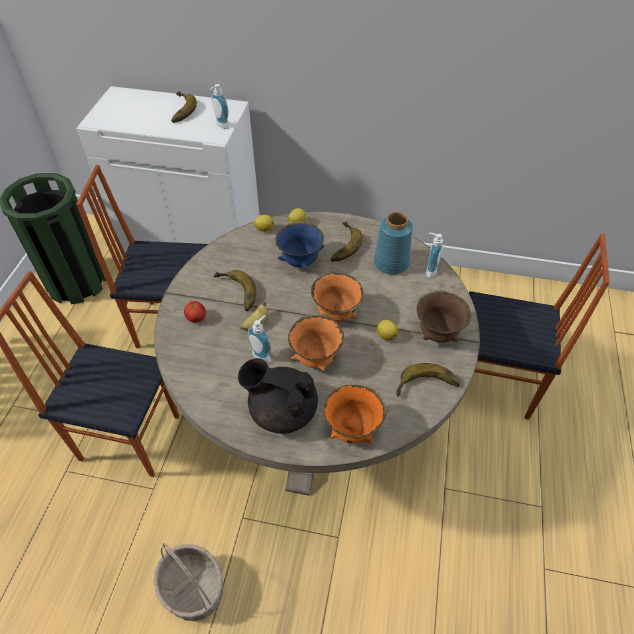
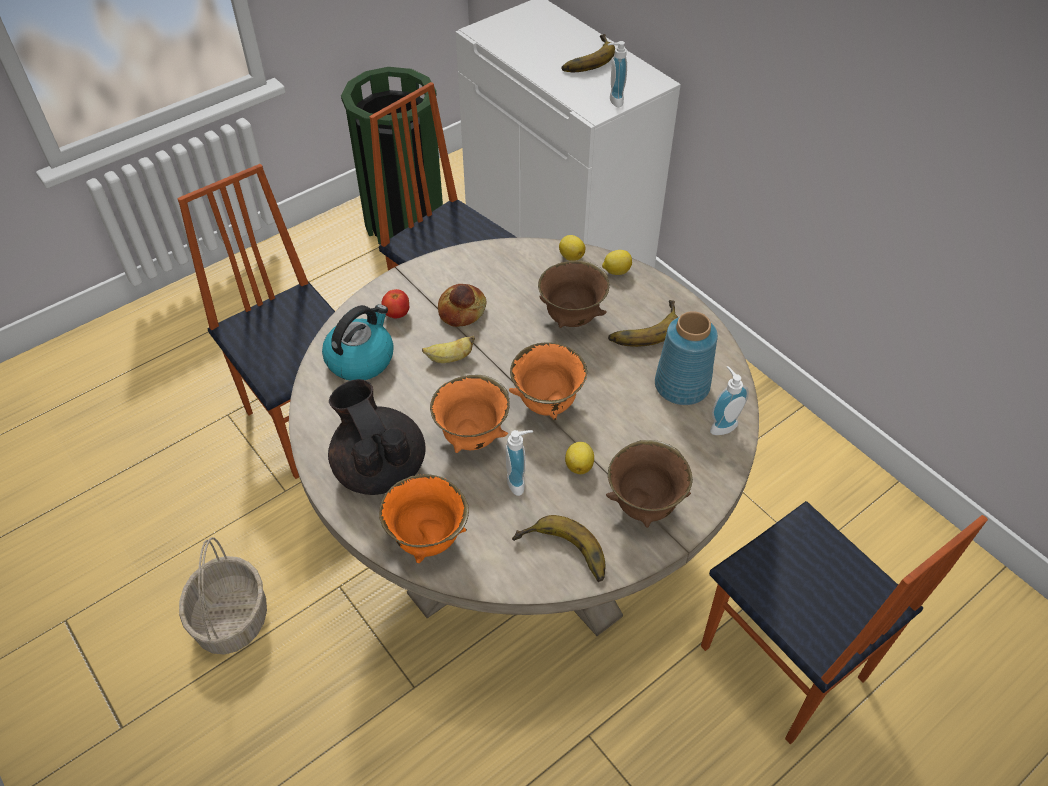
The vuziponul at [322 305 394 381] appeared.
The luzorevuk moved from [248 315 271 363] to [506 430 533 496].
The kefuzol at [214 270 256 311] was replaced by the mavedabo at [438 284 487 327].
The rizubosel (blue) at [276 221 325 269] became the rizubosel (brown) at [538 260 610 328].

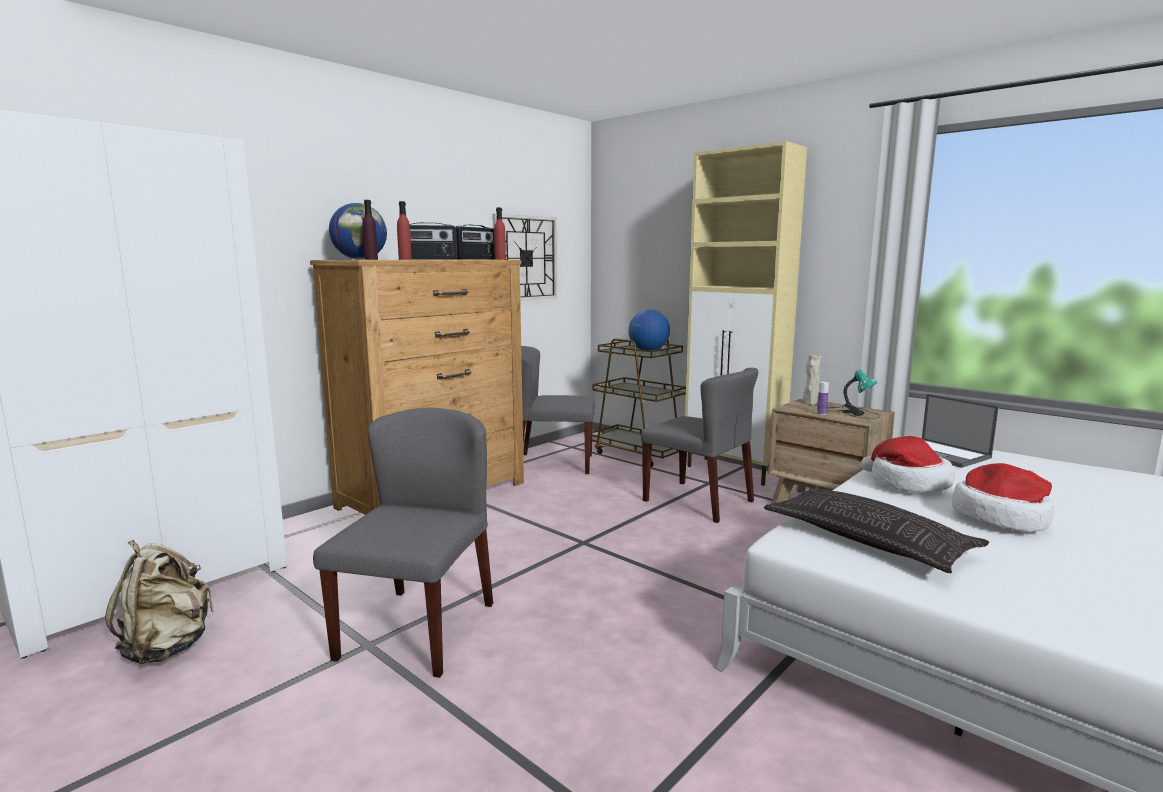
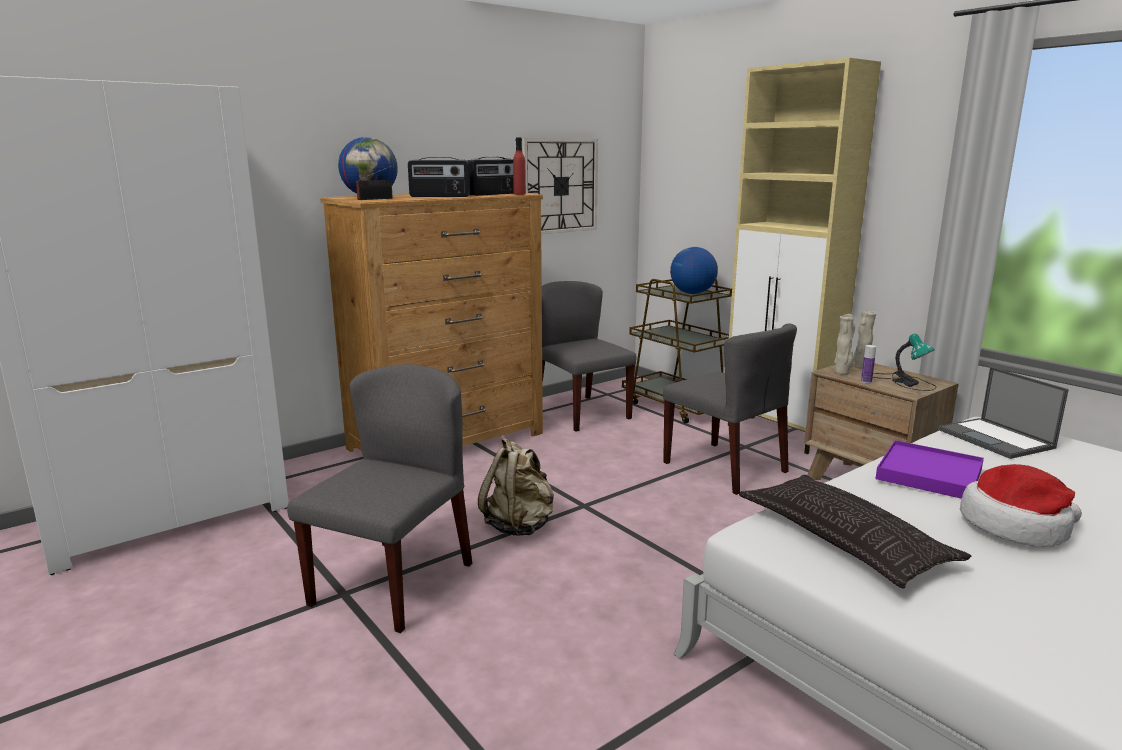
The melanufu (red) at [397 201 412 260] disappeared.
The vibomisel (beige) at [834 314 855 375] appeared.
The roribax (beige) moved from [105 540 214 664] to [478 437 554 536].
The melanufu (purple) at [362 200 378 260] was replaced by the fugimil at [356 166 393 200].
The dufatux at [861 436 954 492] was replaced by the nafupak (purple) at [875 440 984 499].
The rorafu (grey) at [521 346 595 474] turned 45 degrees clockwise.

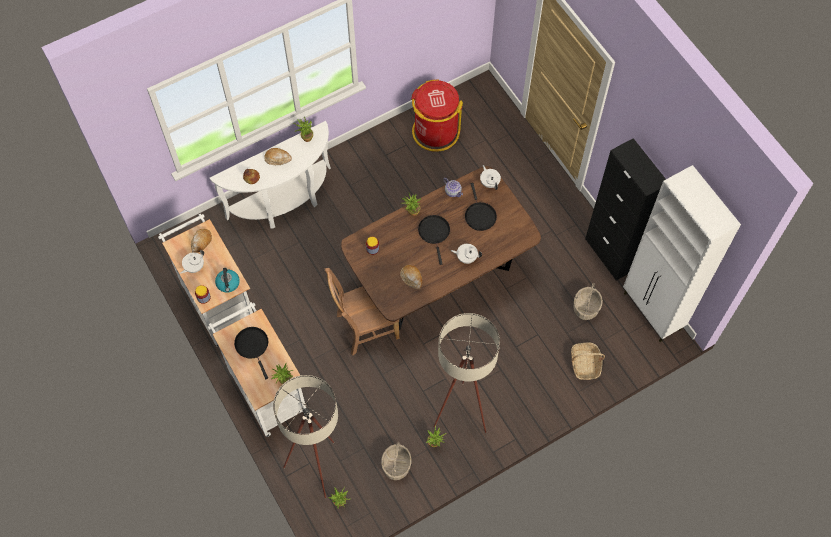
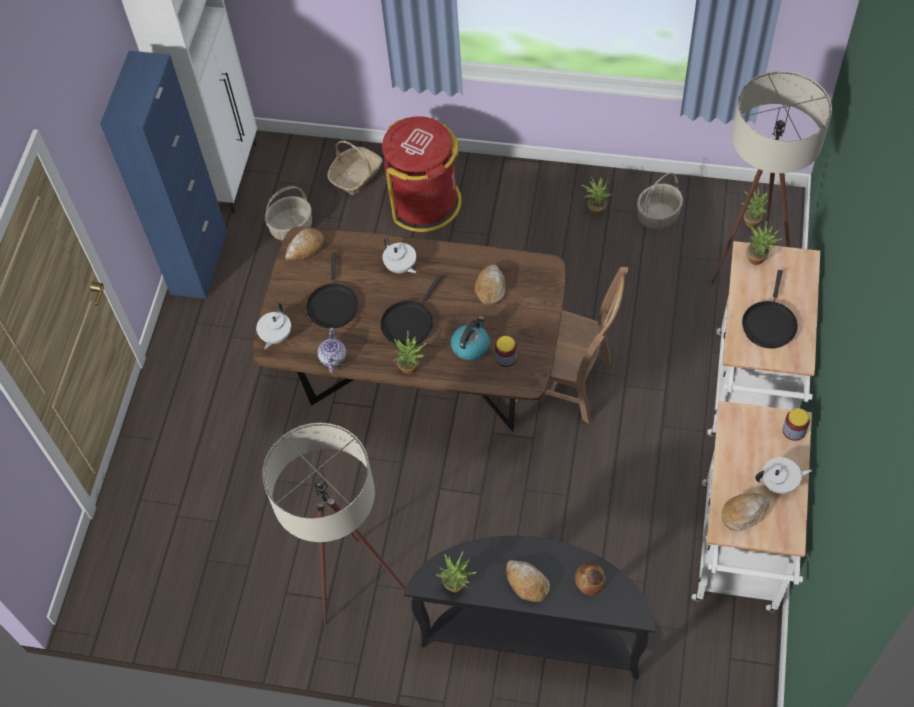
The mavedabo at [285 228 324 261] appeared.
The vuziponul moved from [215 268 240 293] to [451 316 490 361].
The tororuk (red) moved from [411 79 463 152] to [382 116 462 232].
The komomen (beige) moved from [434 313 500 433] to [263 423 413 625].
The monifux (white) at [210 121 331 228] became the monifux (black) at [404 536 655 680].
The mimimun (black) at [585 138 666 281] became the mimimun (blue) at [100 51 227 299].
The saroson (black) at [465 183 497 231] turned 150 degrees clockwise.

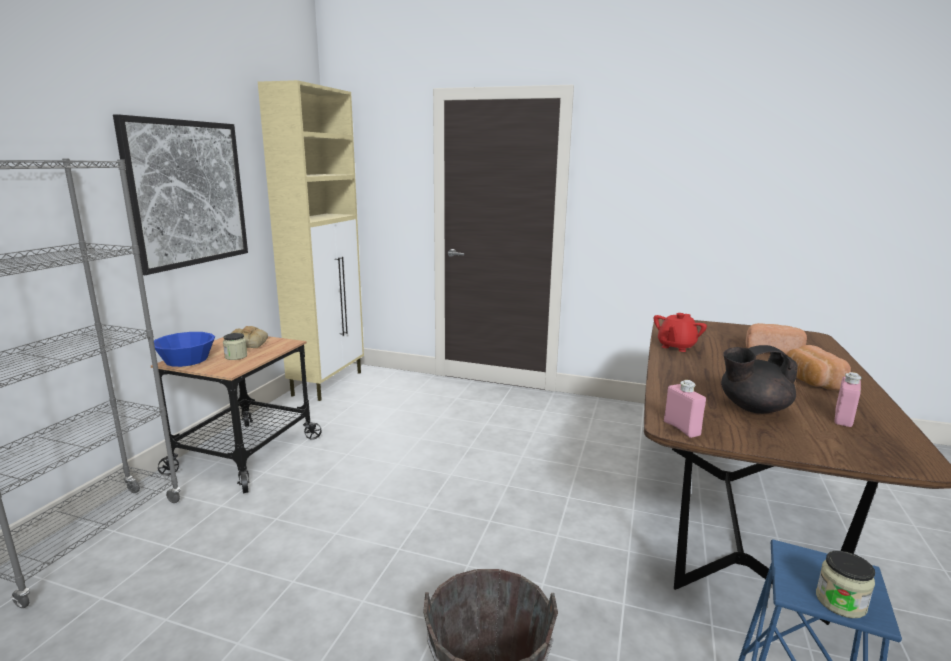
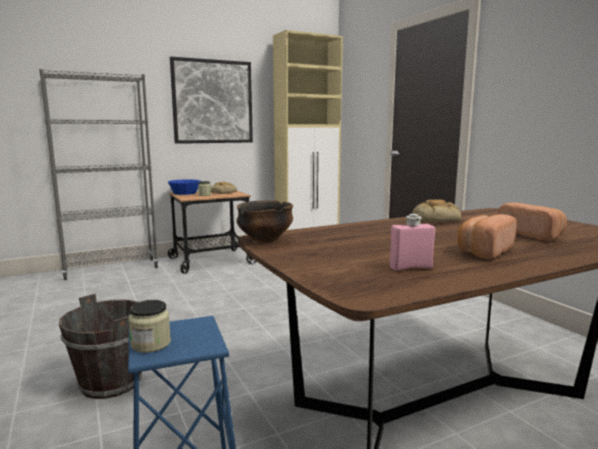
The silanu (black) at [721 345 798 414] disappeared.
The silanu (red) at [654 313 707 352] was replaced by the mavedabo at [413 200 461 222].
The melanufu (pink) at [664 380 706 438] was replaced by the rizubosel at [236 200 293 242].

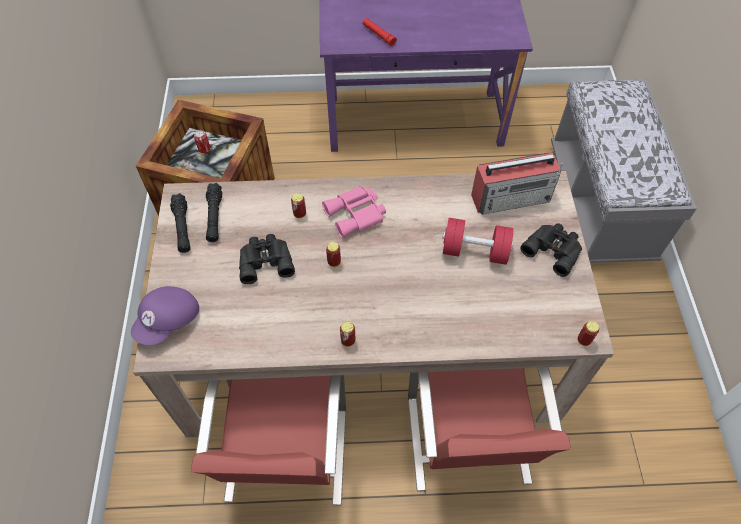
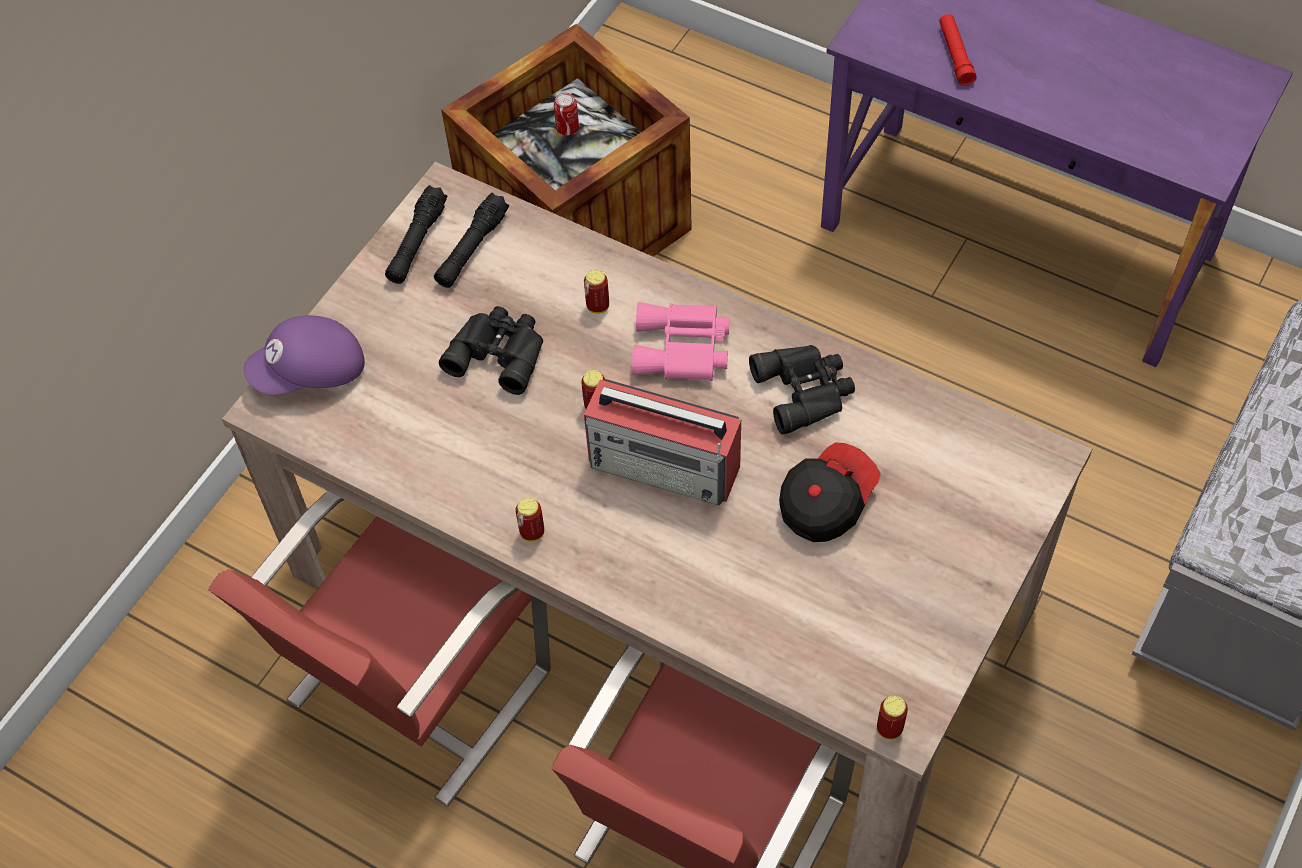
The fugimil moved from [471 153 562 215] to [584 379 741 505].
The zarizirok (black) moved from [520 223 582 277] to [749 345 855 435].
The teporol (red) at [442 218 513 265] was replaced by the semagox at [779 442 881 542].

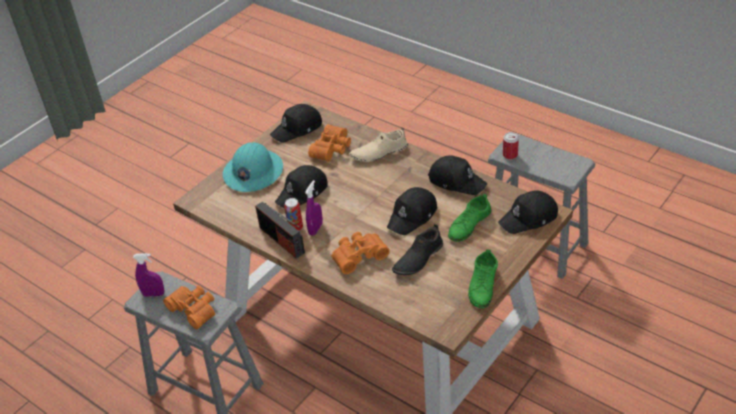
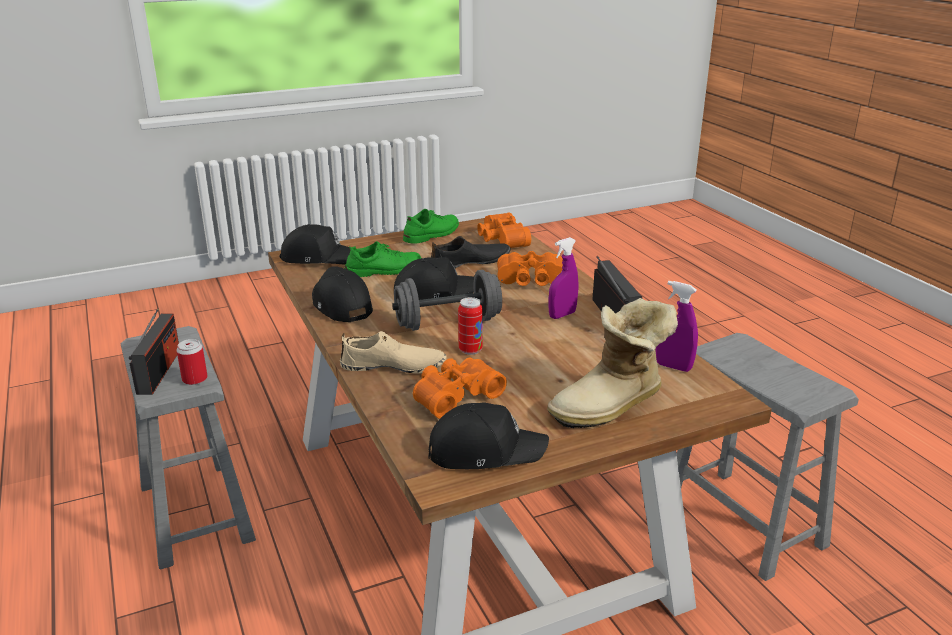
The semagox (black) at [275 165 328 208] disappeared.
The fugimil at [129 309 179 395] appeared.
The teporol (grey) at [392 270 502 331] appeared.
The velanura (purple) moved from [133 253 164 297] to [656 281 698 372].
The zarizirok (orange) moved from [163 285 215 329] to [477 212 531 248].
The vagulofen moved from [284 198 303 231] to [458 297 483 355].
The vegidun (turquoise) at [223 142 283 192] was replaced by the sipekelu at [547 298 678 428].

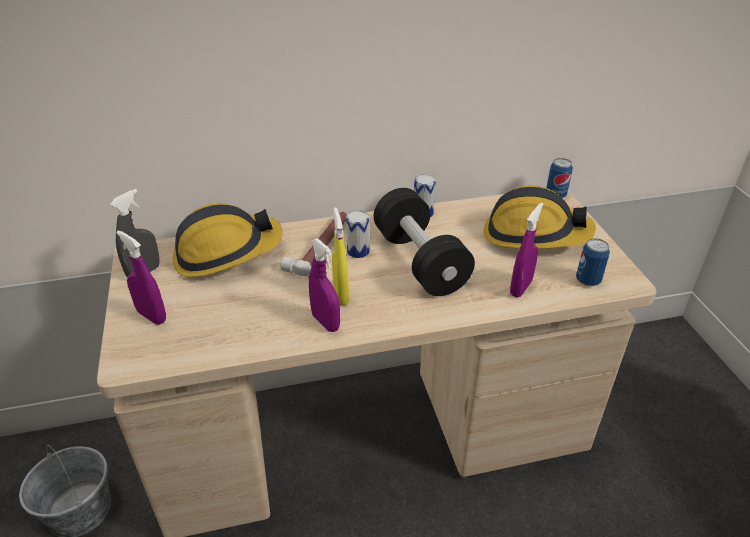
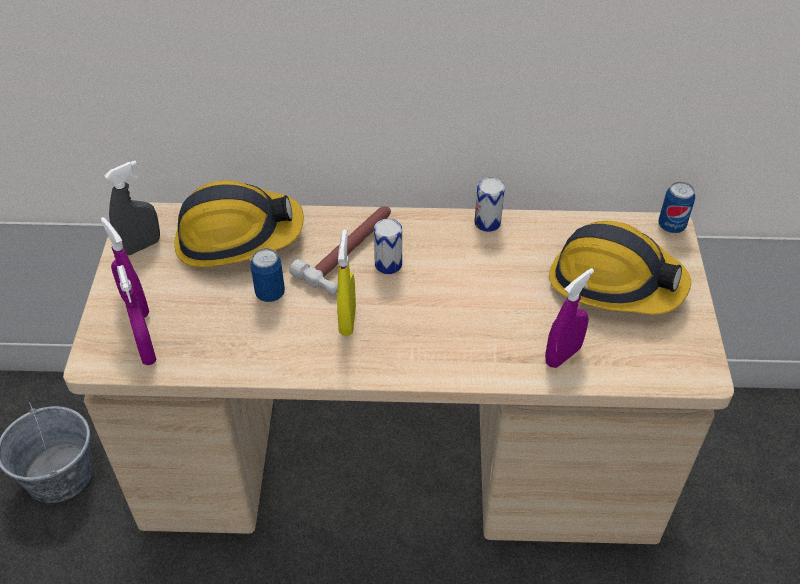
The teporol (black) at [374 188 475 296] disappeared.
The velanura (purple) moved from [309 238 340 332] to [117 265 157 365].
The vagulofen moved from [576 238 610 286] to [250 248 285 302].

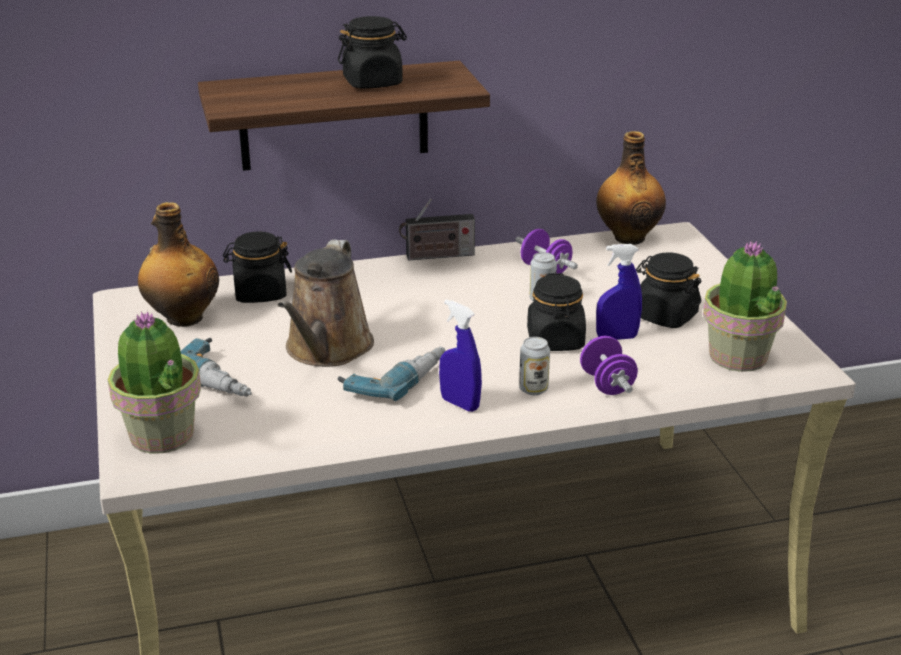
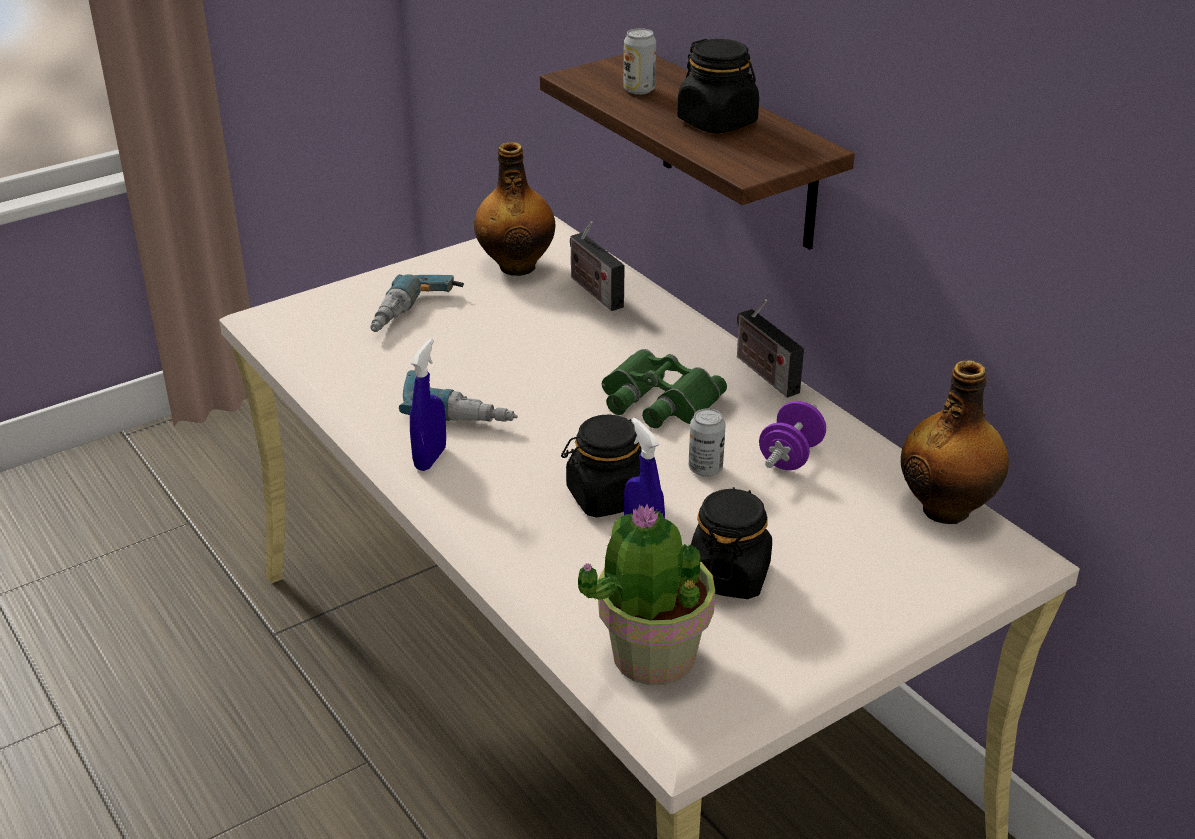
The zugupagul at [108 311 201 454] disappeared.
The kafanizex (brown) at [278 240 374 367] disappeared.
The teporol (purple) at [580 336 638 395] disappeared.
The zarizirok (green) at [602 349 727 428] appeared.
The vagulofen moved from [519 337 550 395] to [624 28 656 95].
The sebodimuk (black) at [223 231 292 303] was replaced by the fugimil at [570 221 625 311].

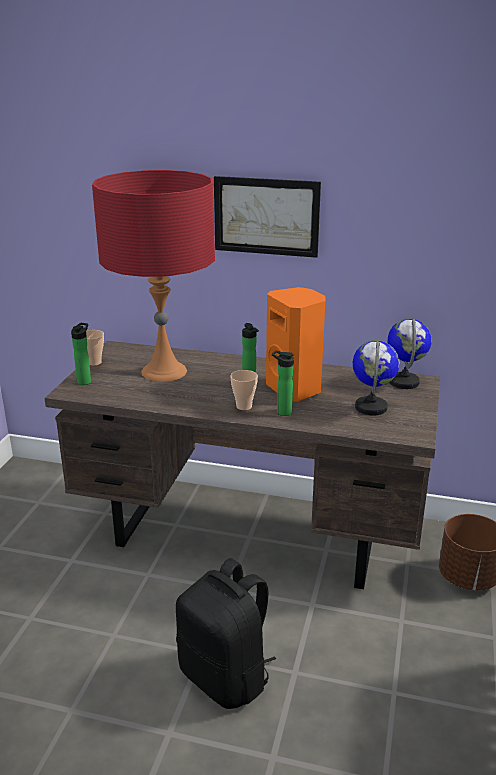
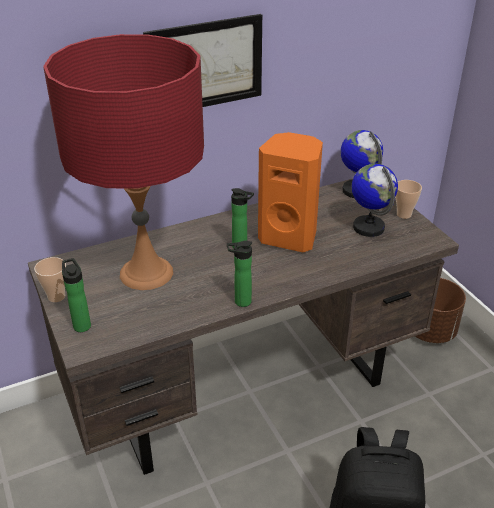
The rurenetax moved from [230 370 258 410] to [395 180 422 219].
The melanufu moved from [272 350 294 416] to [227 240 252 307].

